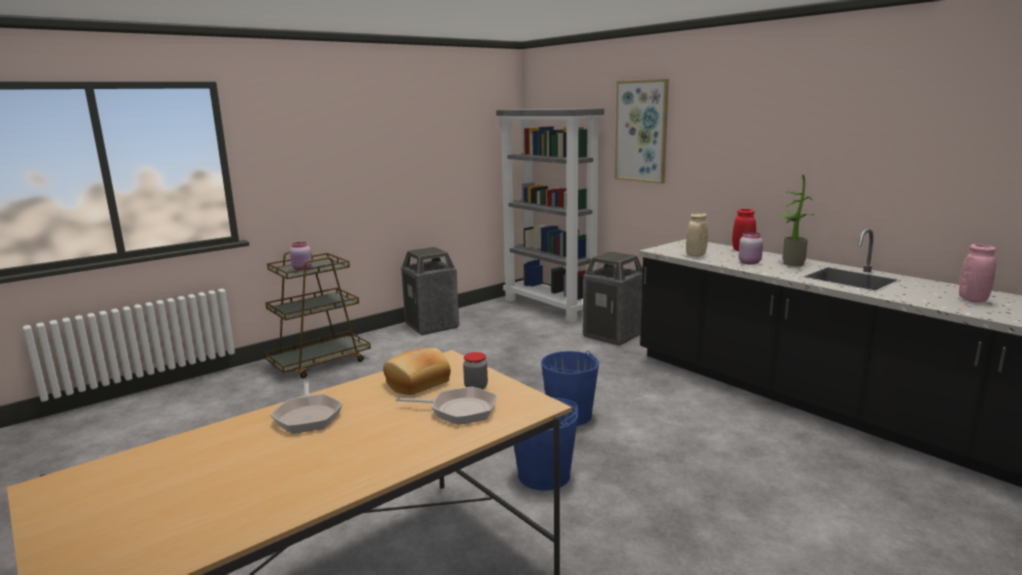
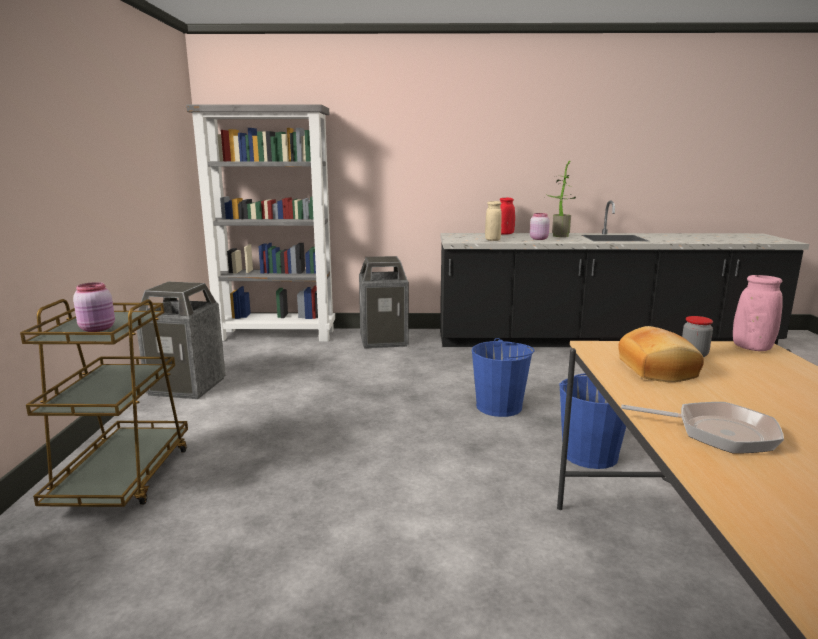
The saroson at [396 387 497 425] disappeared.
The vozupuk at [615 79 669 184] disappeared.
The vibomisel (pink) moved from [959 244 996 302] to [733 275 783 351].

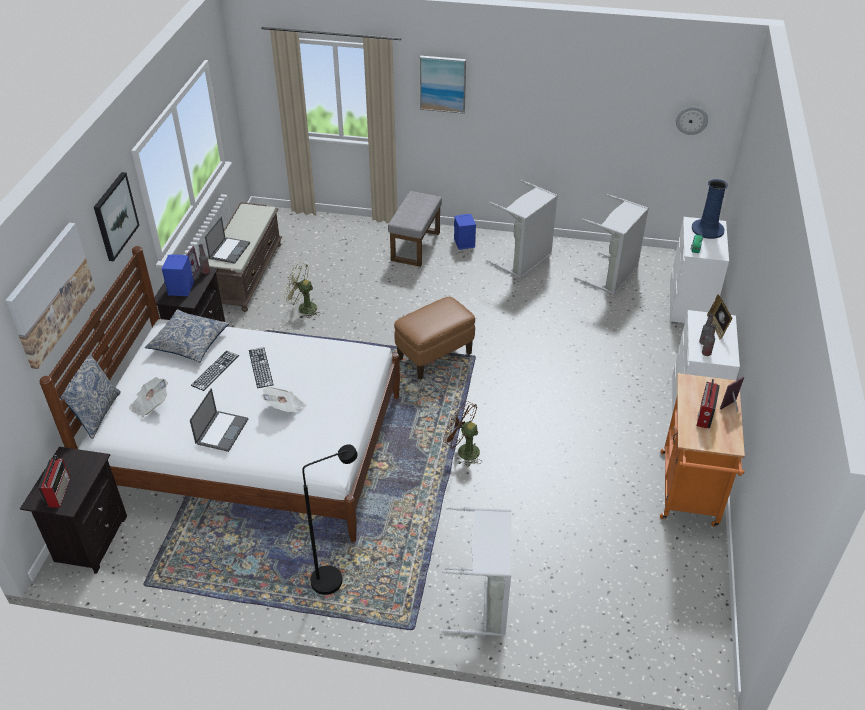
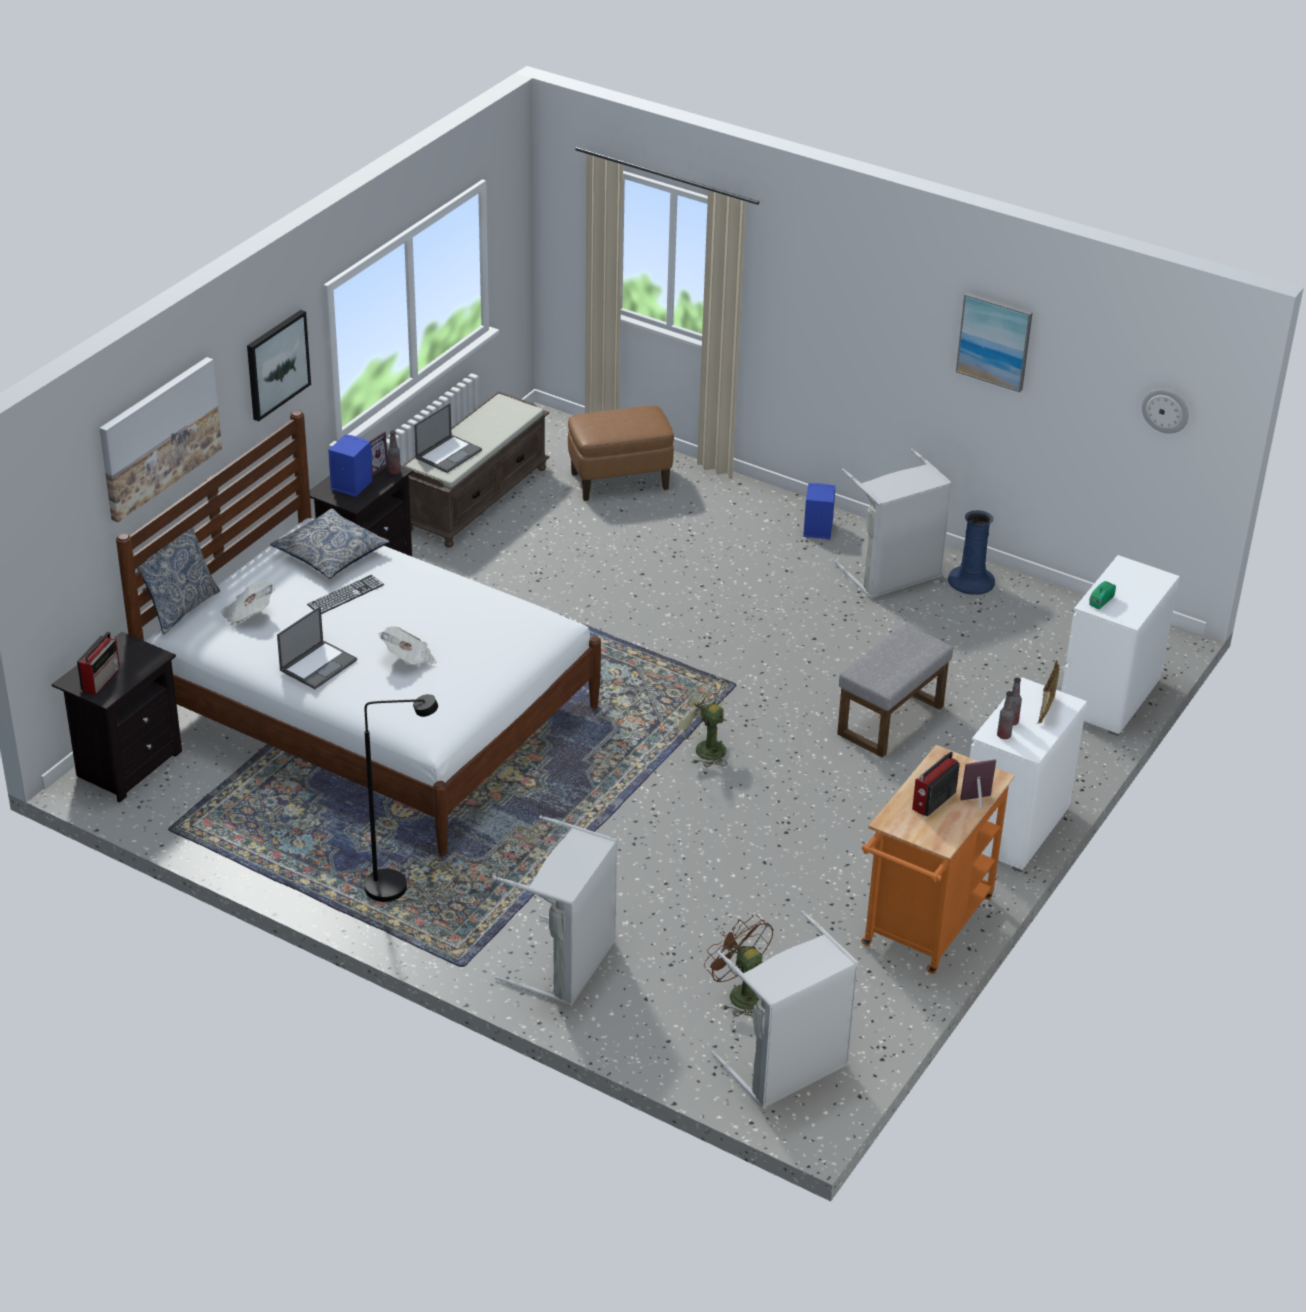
The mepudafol at [249 347 273 388] disappeared.
The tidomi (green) moved from [284 262 320 319] to [674 674 727 767].
The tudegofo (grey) moved from [388 191 442 267] to [837 624 953 758].
The tudegofo (brown) moved from [394 297 475 380] to [568 406 674 501].
The vozupuk moved from [420 56 466 114] to [956 292 1033 392].
The tidomi (brown) moved from [443 401 482 466] to [704 914 774 1017].
The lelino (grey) moved from [575 194 649 295] to [711 911 859 1109].
The vibomisel (blue) moved from [692 179 728 239] to [948 510 995 595].

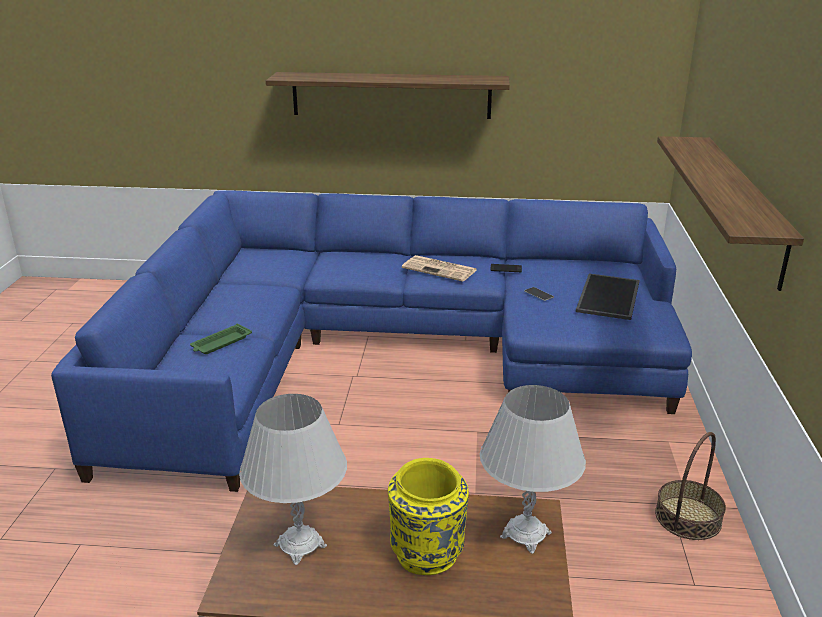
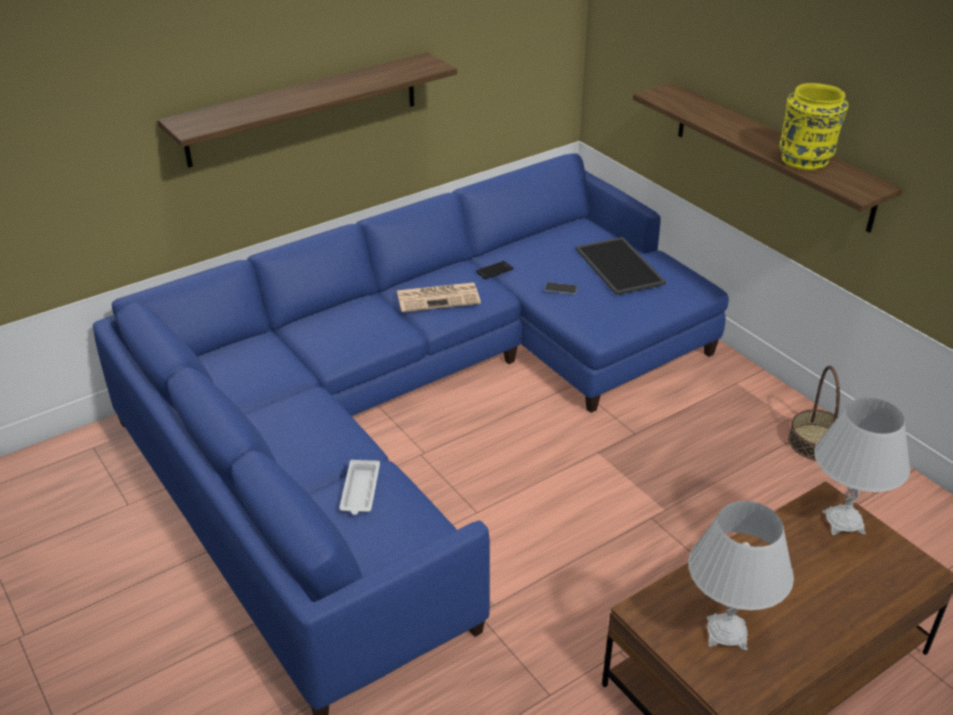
The vibomisel (yellow) moved from [388 458 469 575] to [779 83 849 170].
The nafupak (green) at [190 324 252 354] became the nafupak (white) at [339 460 380 515].

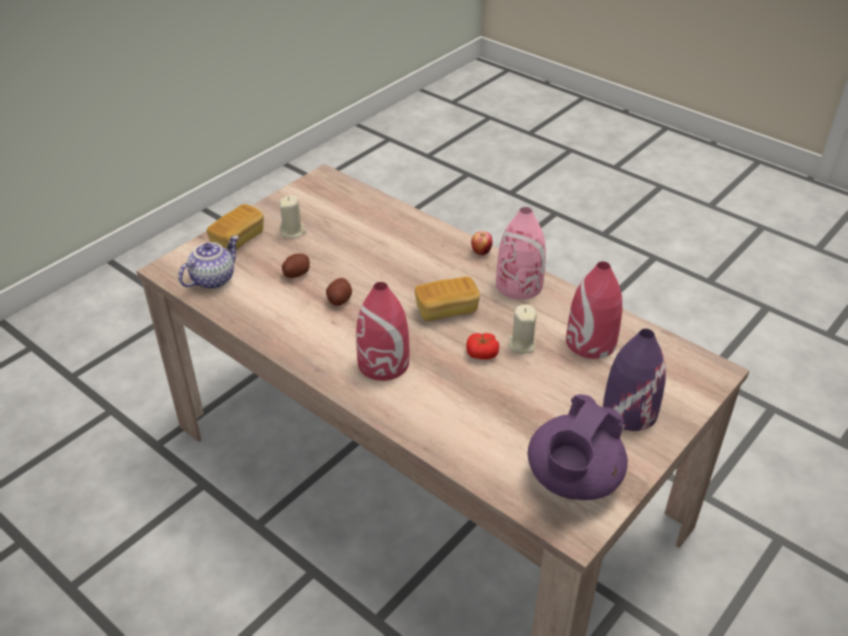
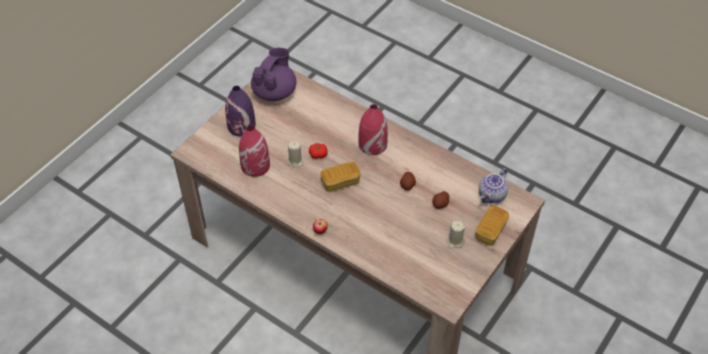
The vibomisel (pink) at [496 207 546 300] disappeared.

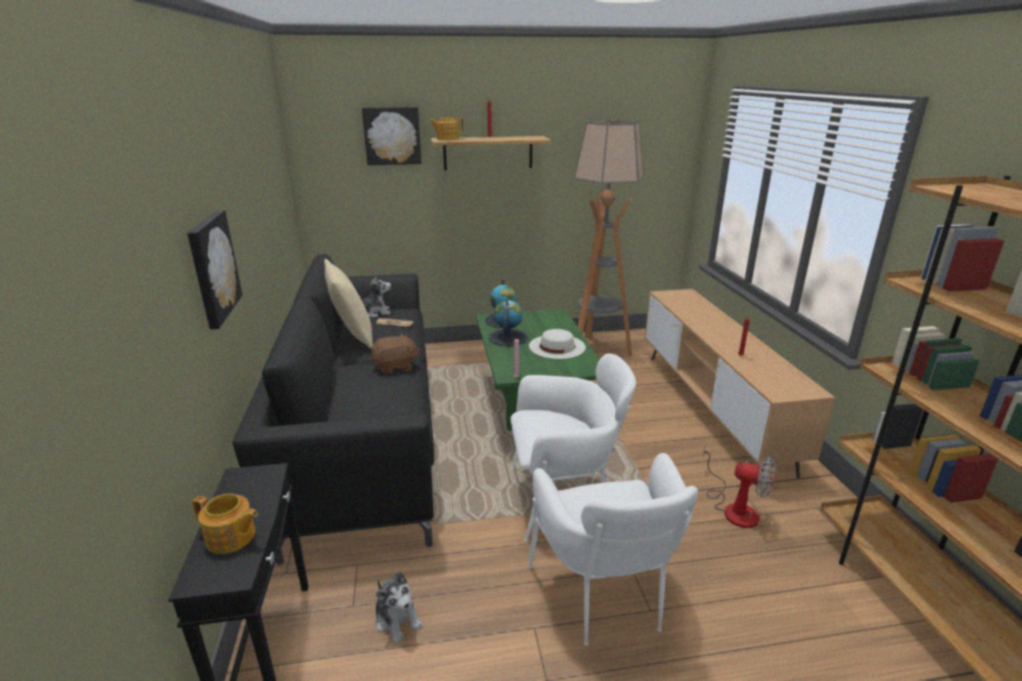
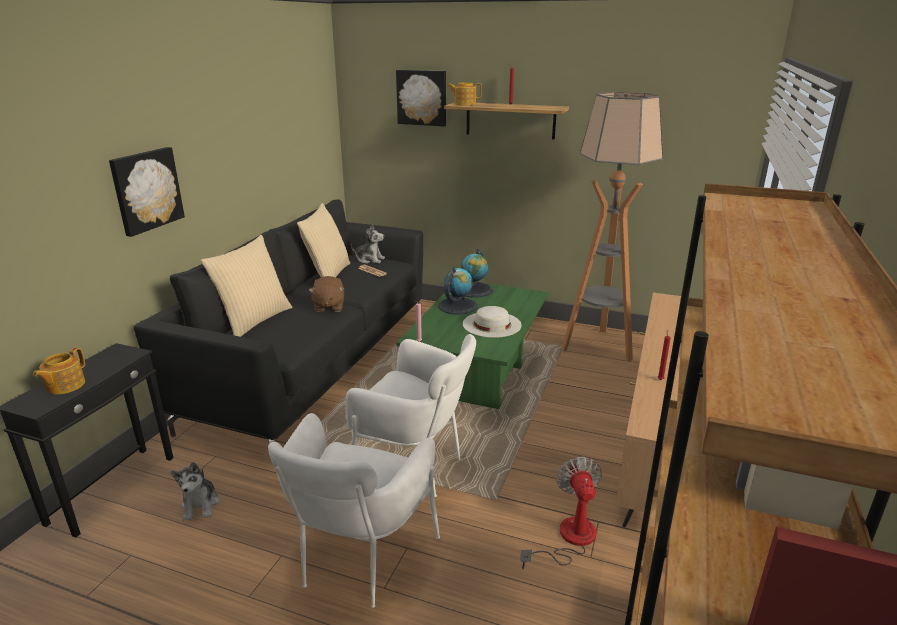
The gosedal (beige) at [201 235 292 337] appeared.
The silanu at [192 494 258 554] turned 60 degrees clockwise.
The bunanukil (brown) at [371 334 420 374] turned 75 degrees clockwise.
The tidomi at [703 444 775 528] turned 150 degrees counterclockwise.

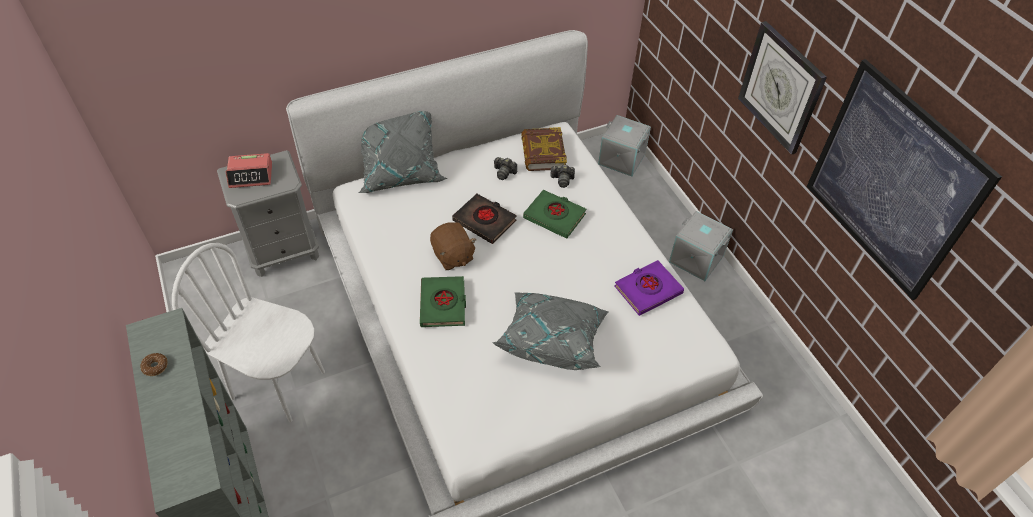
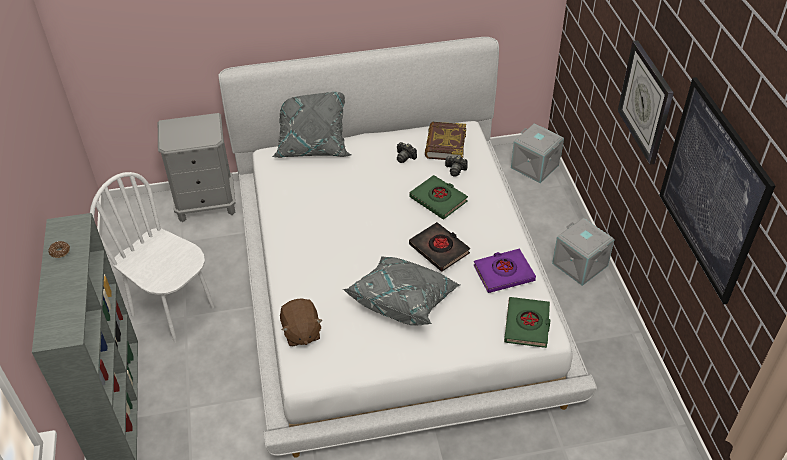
The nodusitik at [226 153 272 188] disappeared.
The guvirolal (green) moved from [420 276 466 327] to [504 297 551 348].
The bunanukil (brown) moved from [430 222 477 270] to [280 298 323 346].
The guvirolal (black) moved from [452 194 517 244] to [409 222 470 272].

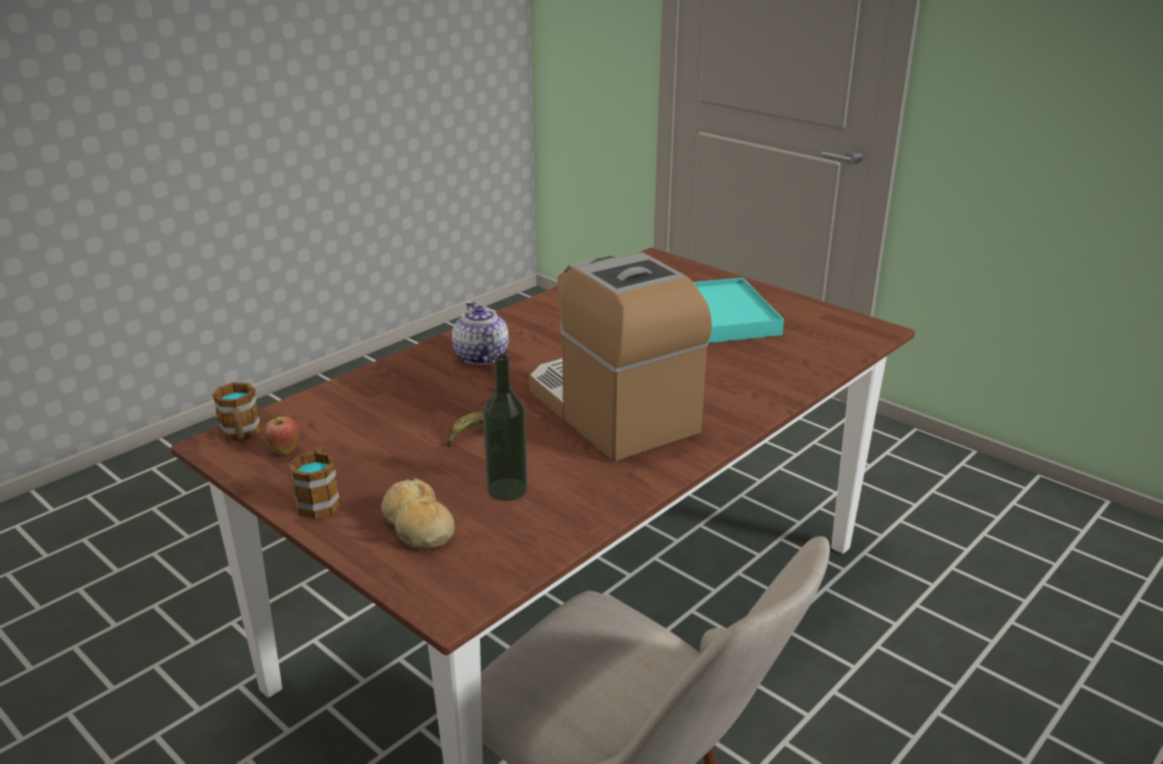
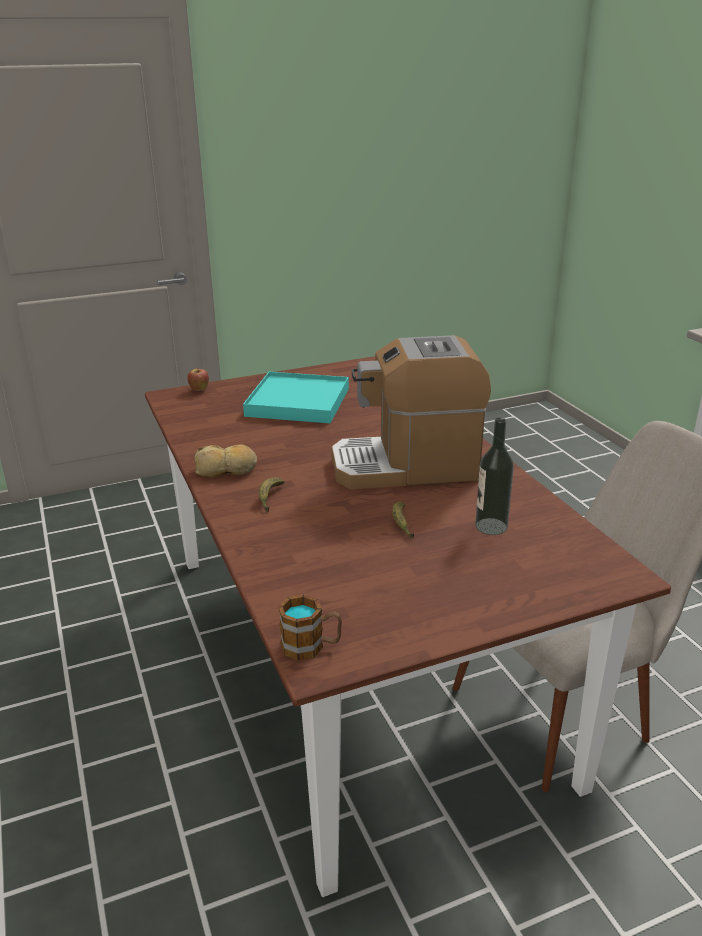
The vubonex at [289 446 341 519] disappeared.
The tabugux moved from [263 416 300 455] to [187 367 209 391].
The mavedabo moved from [381 476 455 549] to [195 444 257 477].
The silanu at [452 301 509 365] was replaced by the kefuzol at [259 477 285 512].

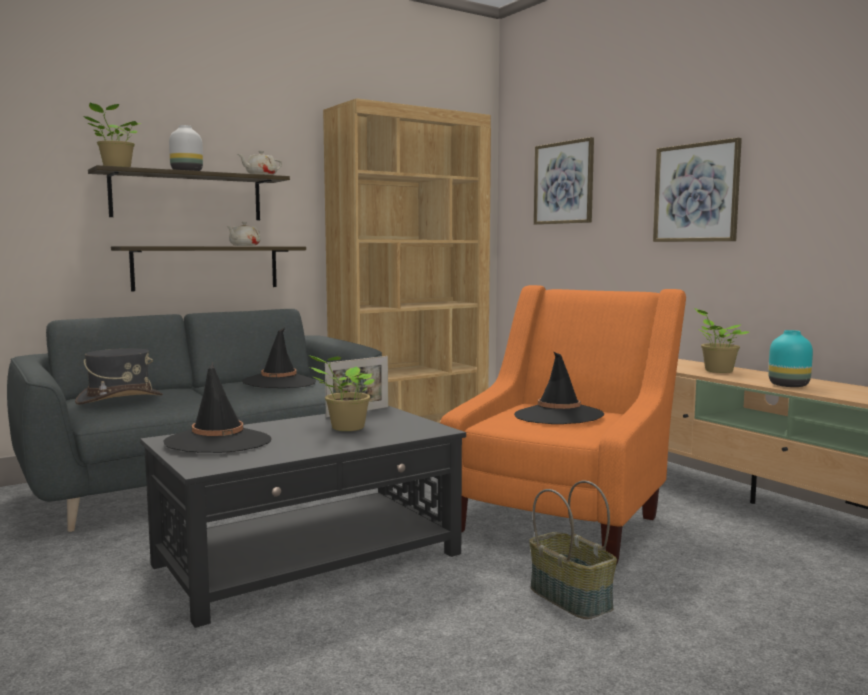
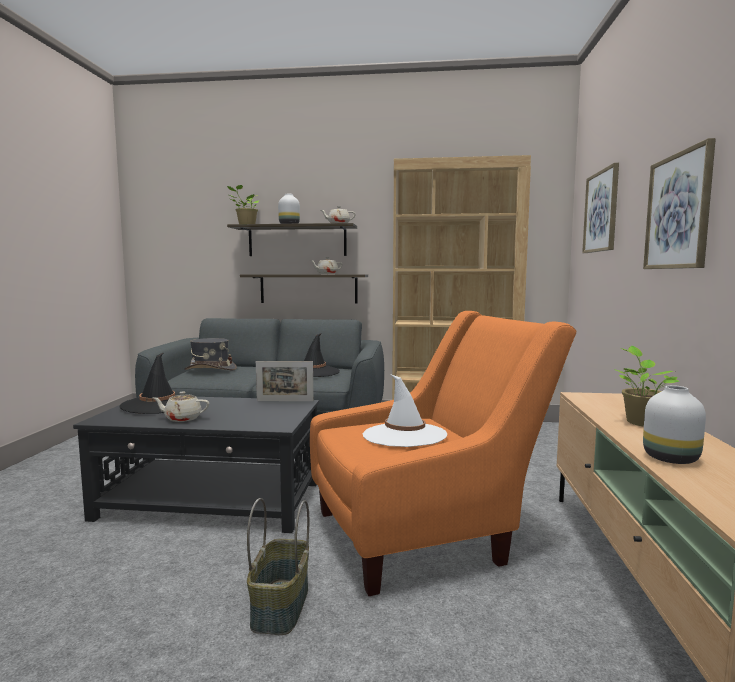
The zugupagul at [309 355 375 431] disappeared.
The silanu (beige) at [153 392 209 422] appeared.
The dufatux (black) at [514 352 604 424] became the dufatux (white) at [363 374 447 447].
The vibomisel (turquoise) at [768 330 813 387] became the vibomisel (white) at [643 385 706 464].

